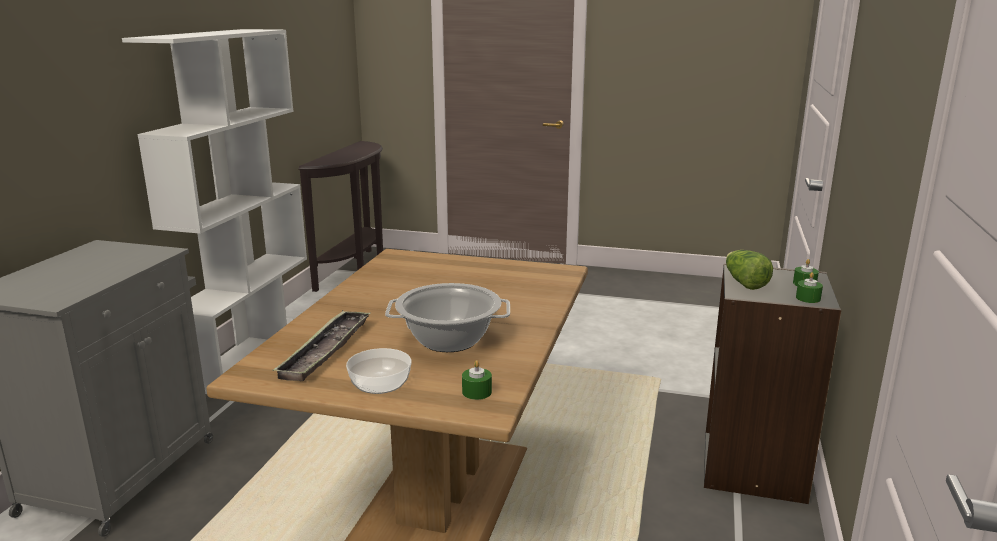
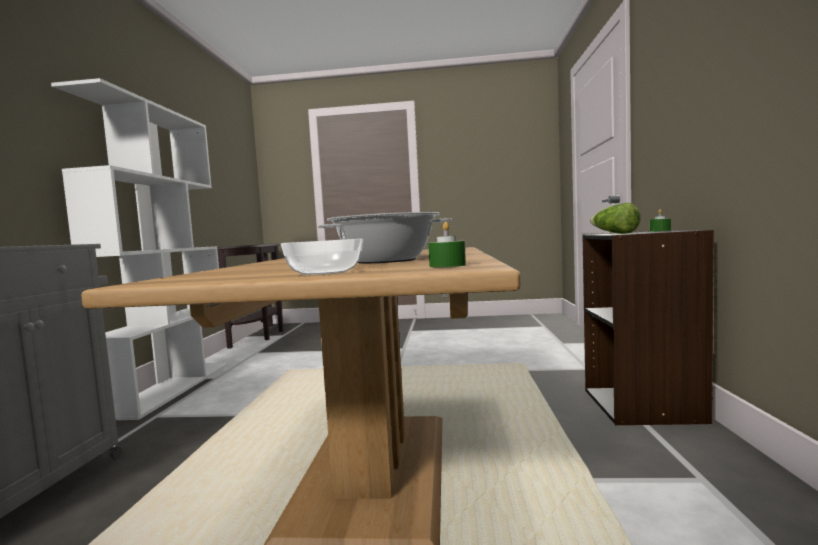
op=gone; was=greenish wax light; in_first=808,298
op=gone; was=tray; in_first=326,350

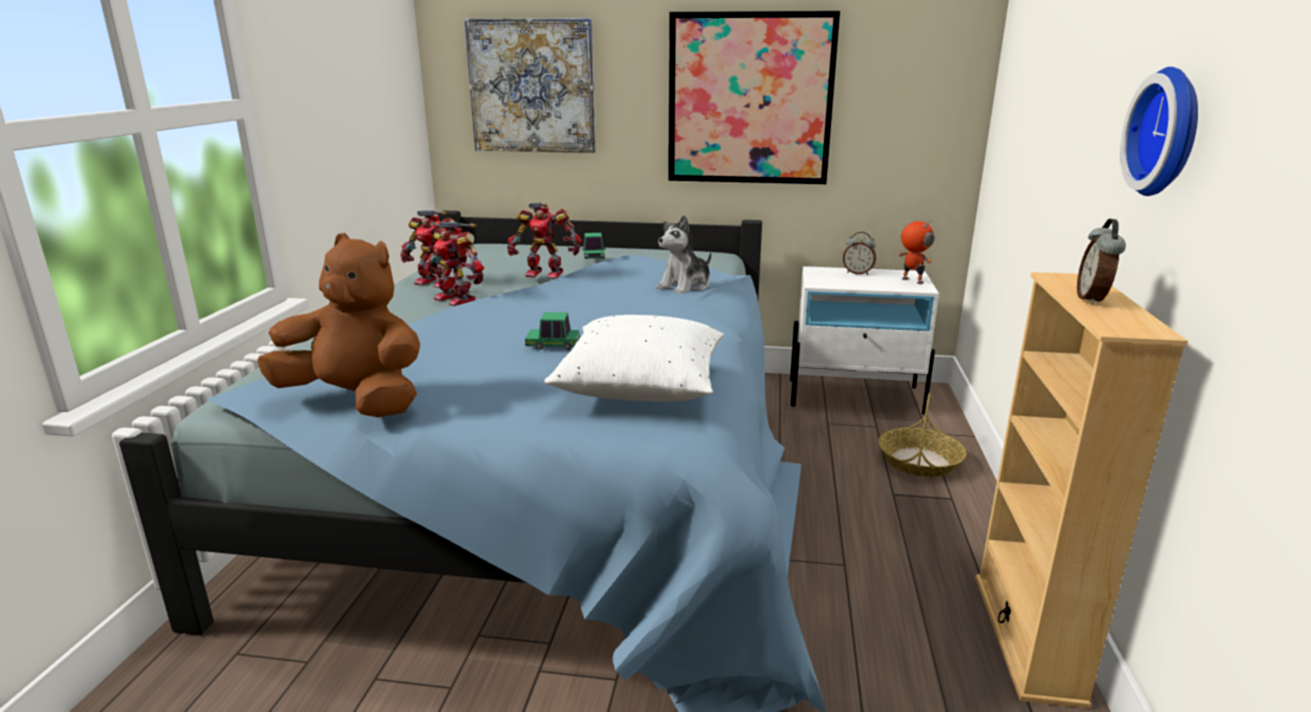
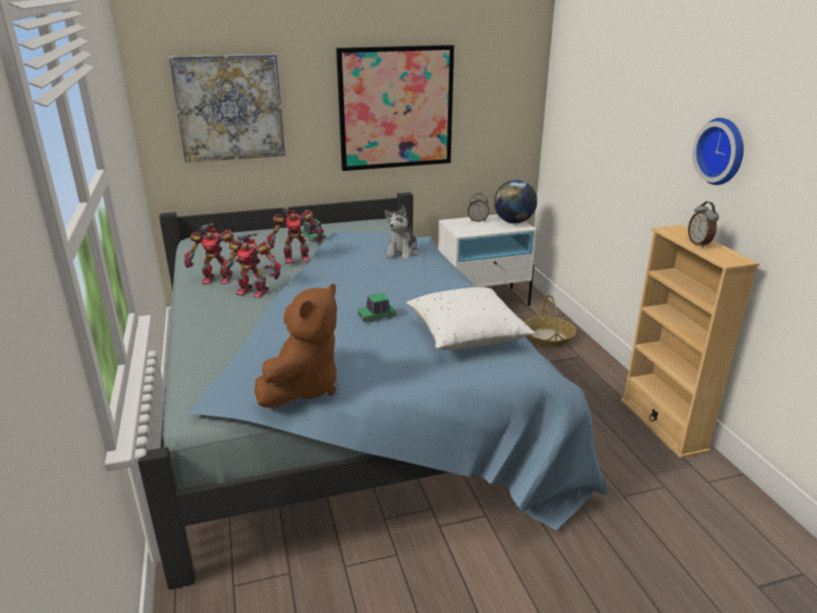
op=swapped; was=toy robot; now=world globe; in_first=911,281; in_second=513,222
op=rotated; was=brown-coloured cuddly toy; in_first=356,401; in_second=303,387; clockwise=120

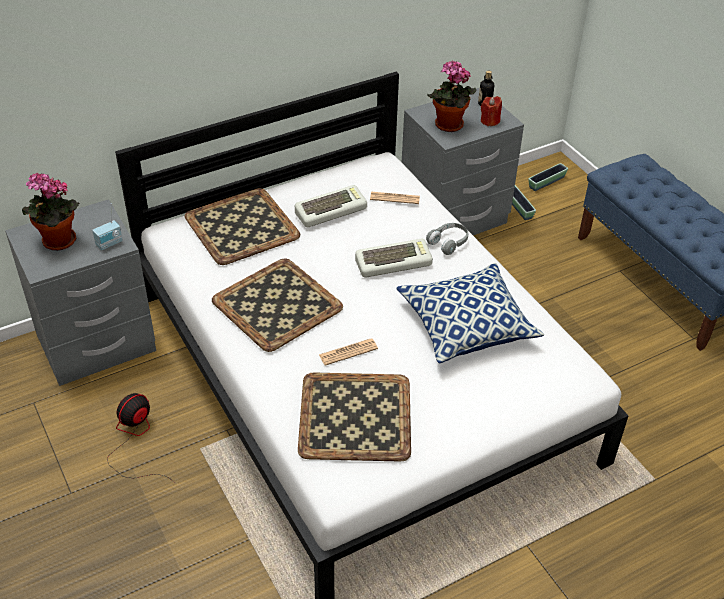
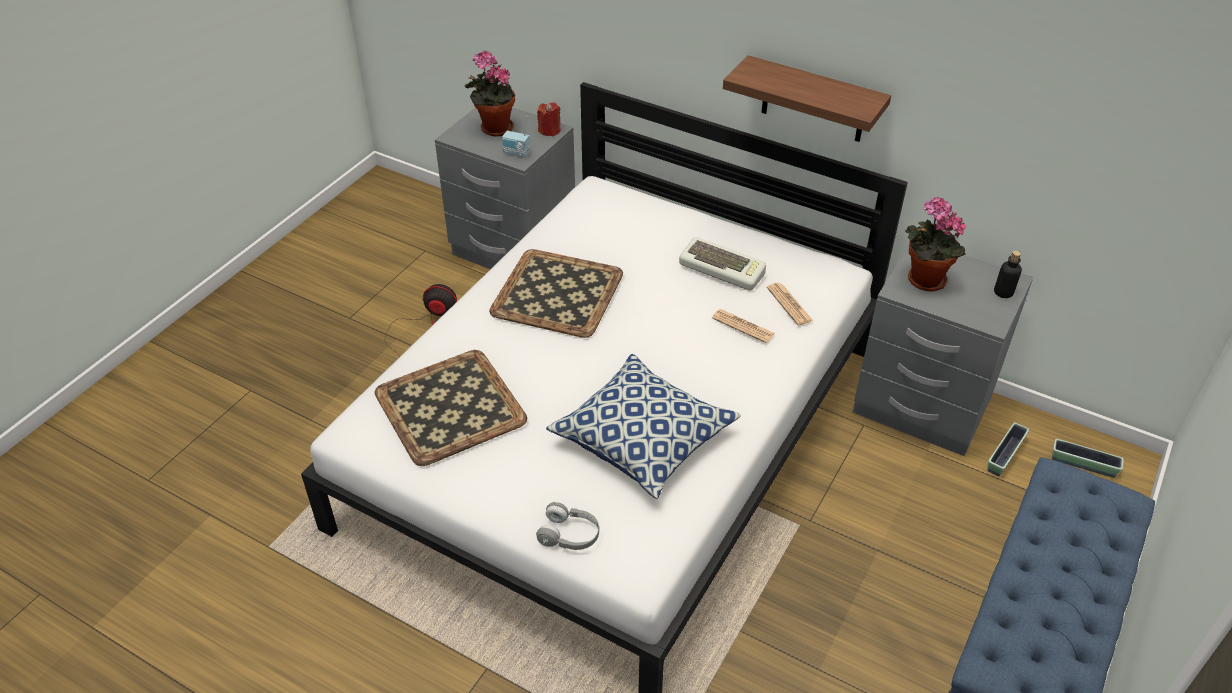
op=shifted; was=red wax light; in_first=490,121; in_second=549,130
op=gone; was=tray; in_first=240,226
op=shifted; was=gray pair of headphones; in_first=448,243; in_second=569,535
op=gone; was=PC keyboard; in_first=393,262
op=shifted; was=newspaper; in_first=348,352; in_second=743,326
op=new; now=bracket shelf; in_second=813,100

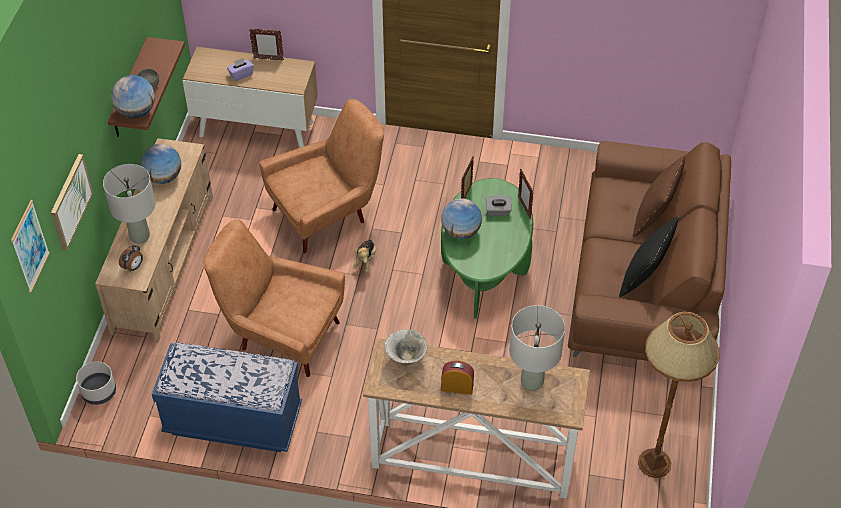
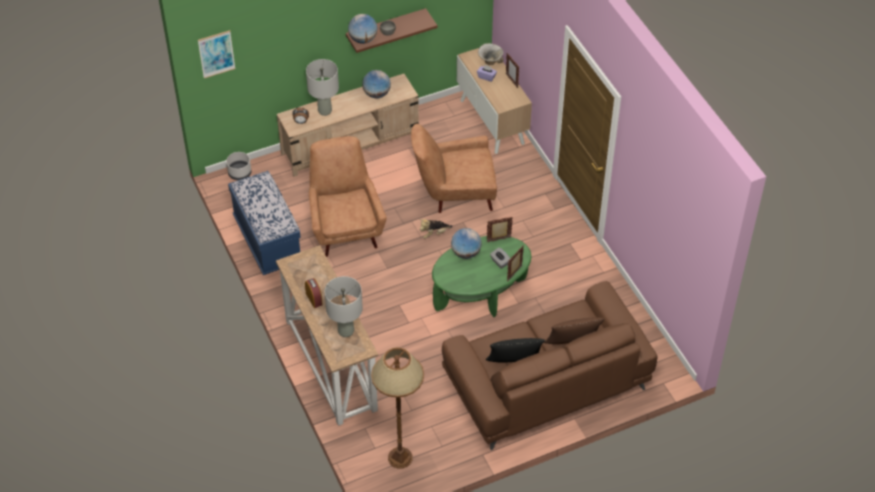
op=rotated; was=brown-coloured armchair; in_first=327,213; in_second=455,194; clockwise=150
op=gone; was=wall picture; in_first=70,202
op=shifted; was=deep dish; in_first=406,358; in_second=490,61

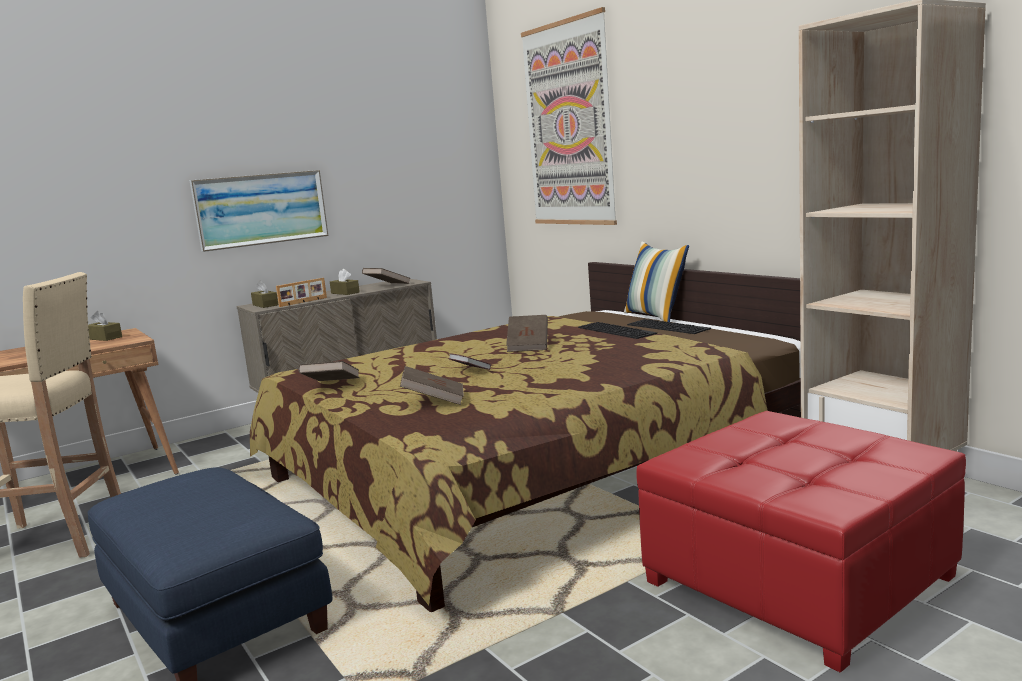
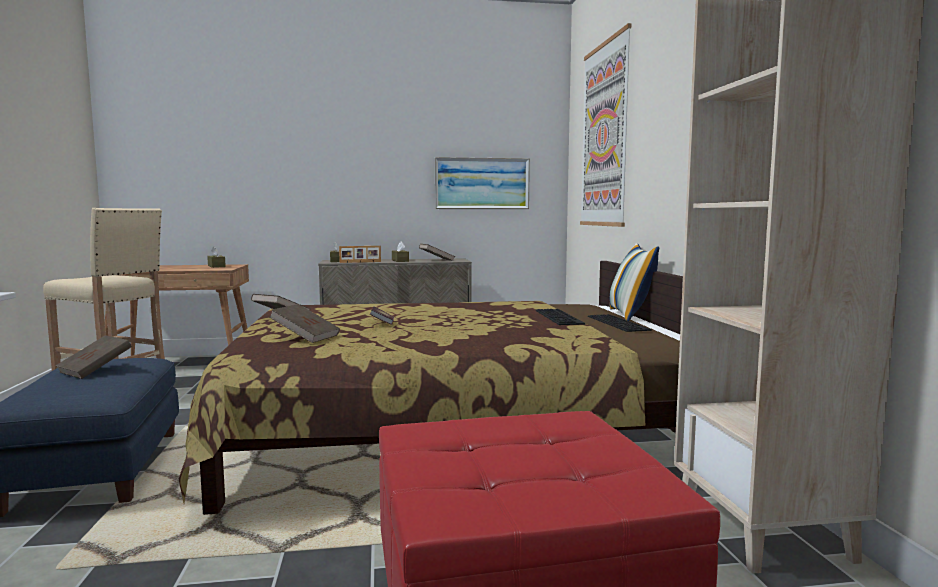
op=shifted; was=wall picture; in_first=261,209; in_second=482,183
op=shifted; was=brown-coloured bound book; in_first=528,346; in_second=95,370

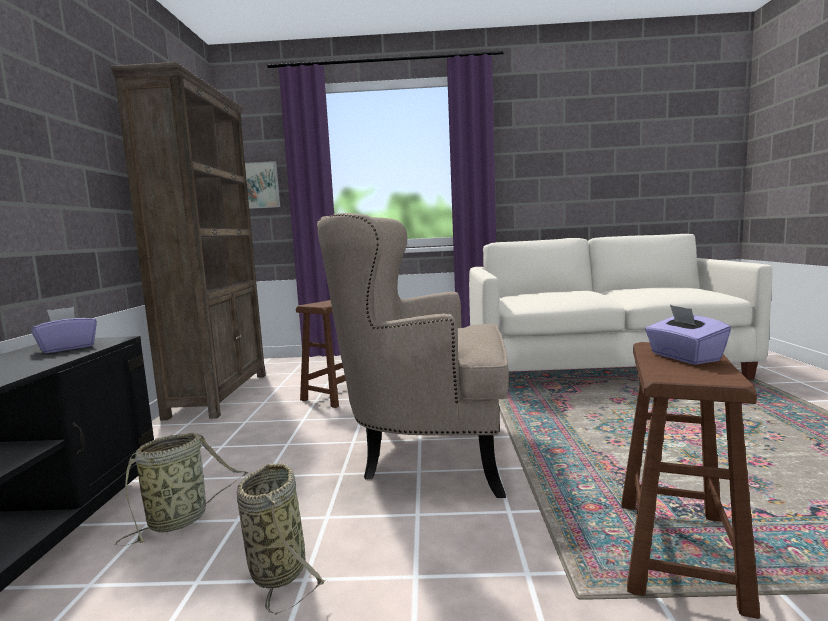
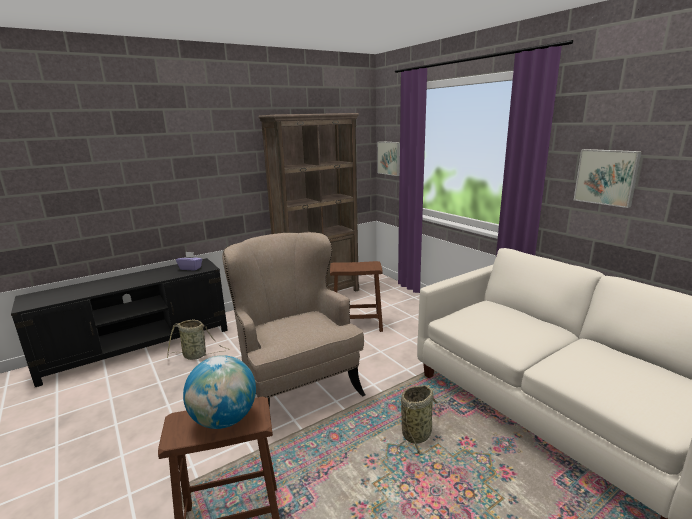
op=swapped; was=purple-coloured tissue holder; now=world globe; in_first=684,357; in_second=224,420
op=shifted; was=basket; in_first=278,568; in_second=417,433
op=new; now=wall picture; in_second=607,177

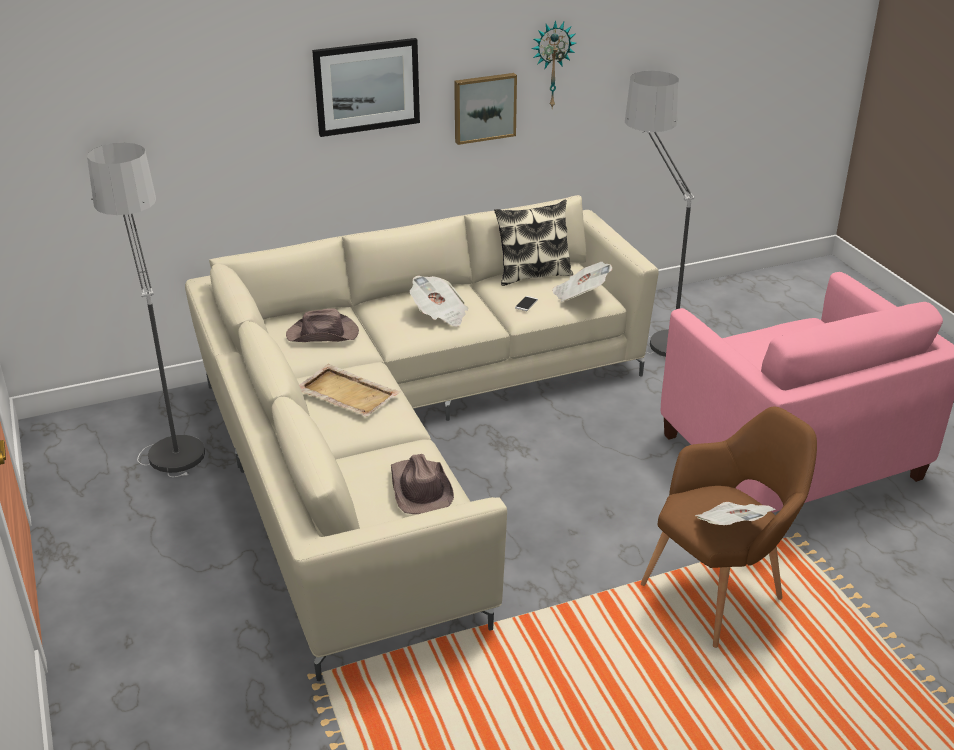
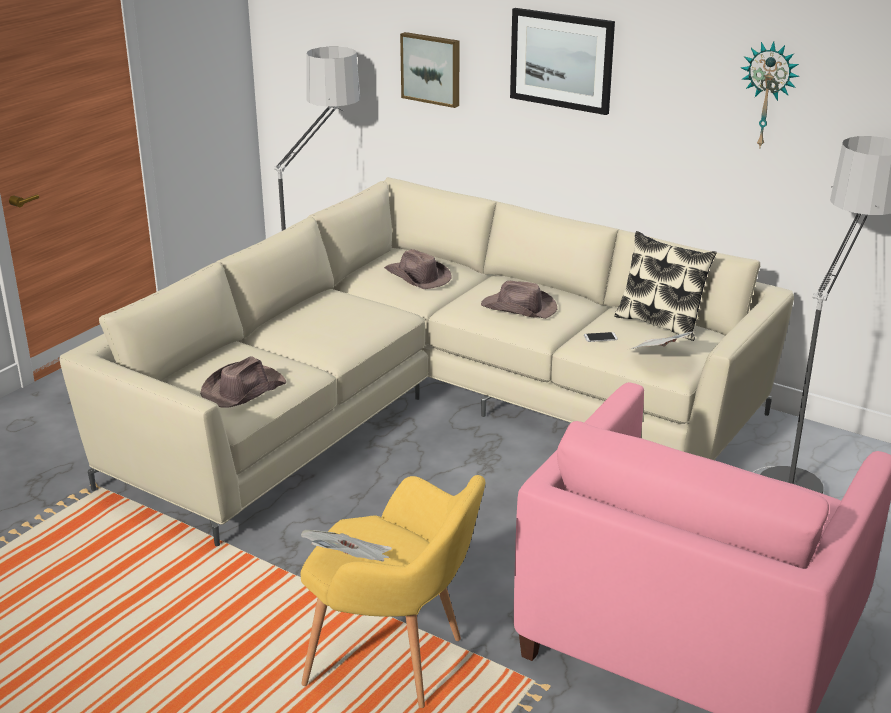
op=shifted; was=wall picture; in_first=484,107; in_second=432,69
op=swapped; was=newspaper; now=brown-coloured wearable hat; in_first=440,314; in_second=519,308
op=gone; was=beige tray; in_first=346,393
op=repainted; was=brown-coloured armchair; now=yellow-coloured armchair; in_first=721,591; in_second=395,662

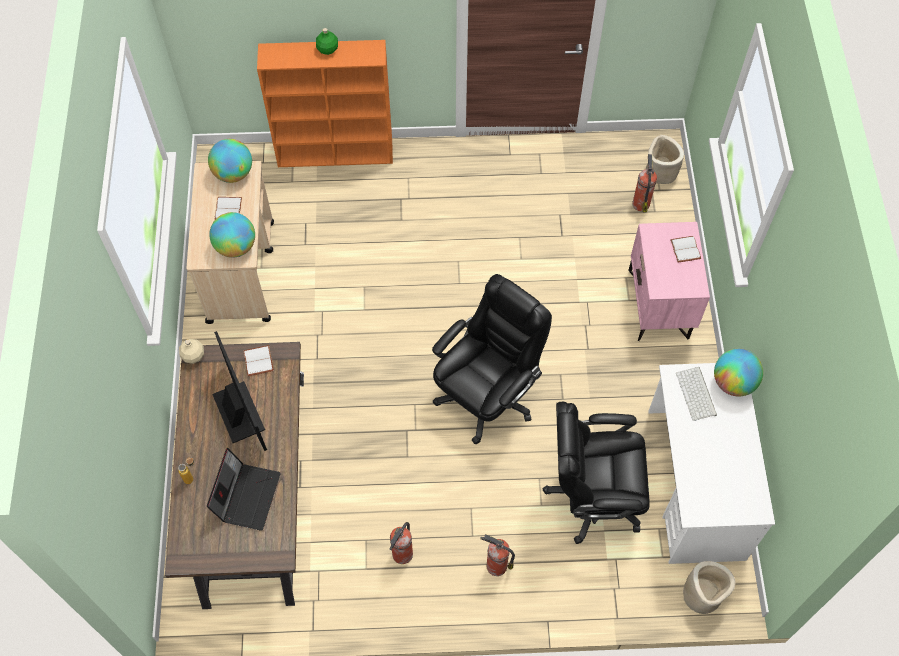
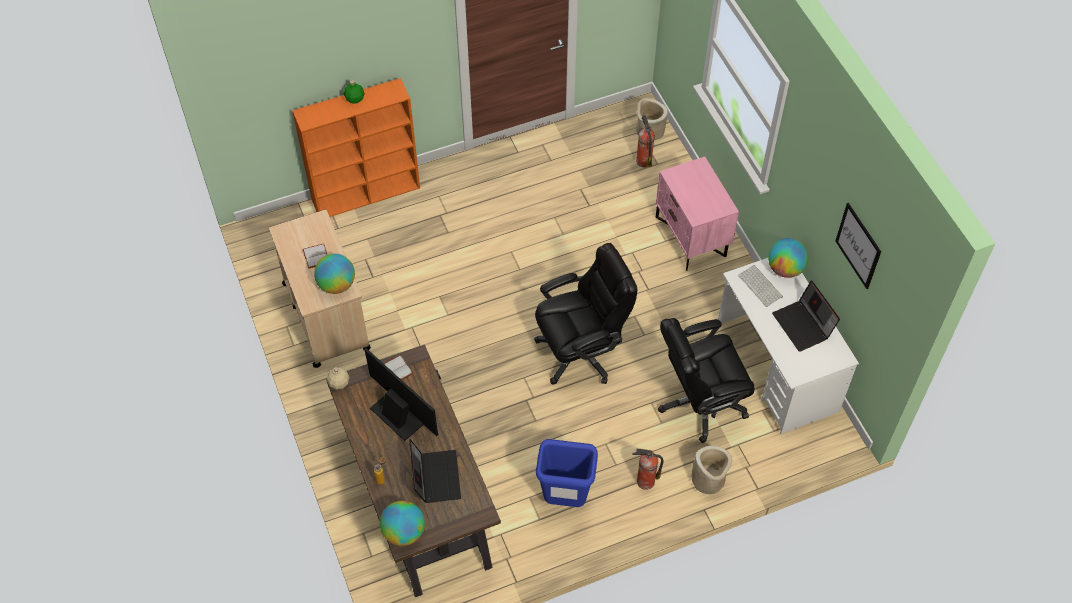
op=shifted; was=world globe; in_first=233,173; in_second=404,532
op=gone; was=white bound book; in_first=686,250
op=rotated; was=black desk chair; in_first=487,395; in_second=581,351; clockwise=45
op=swapped; was=fire extinguisher; now=bluish trash can; in_first=402,555; in_second=564,499
op=shifted; was=beige flower pot; in_first=703,595; in_second=709,479
op=new; now=wall picture; in_second=858,245
op=new; now=portable computer; in_second=803,325

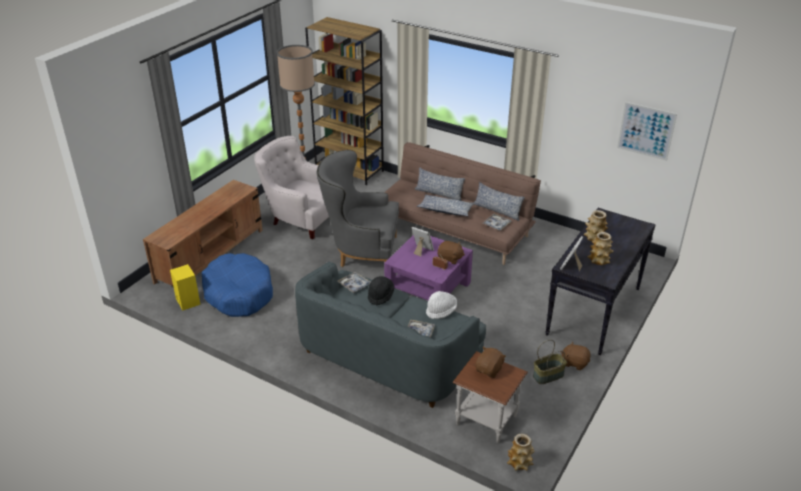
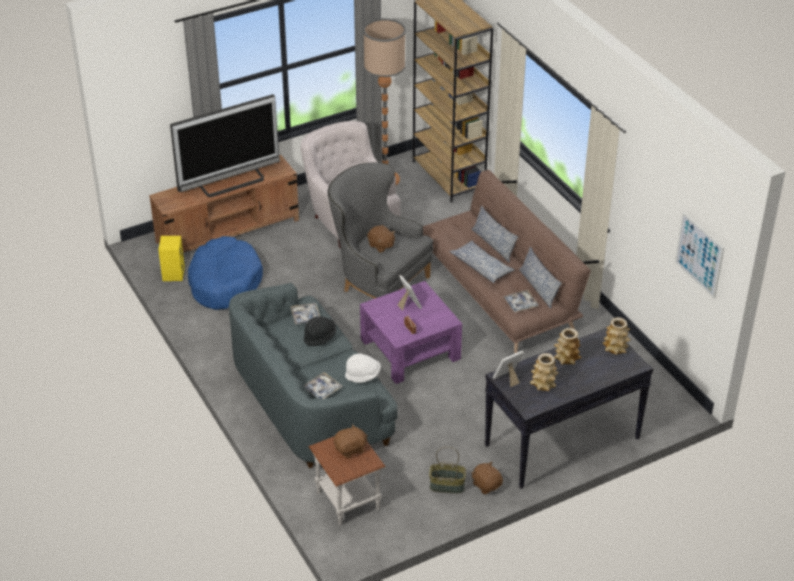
op=shifted; was=brown-coloured cuddly toy; in_first=450,259; in_second=381,245
op=shifted; was=vase; in_first=519,463; in_second=615,348
op=new; now=TV; in_second=231,182

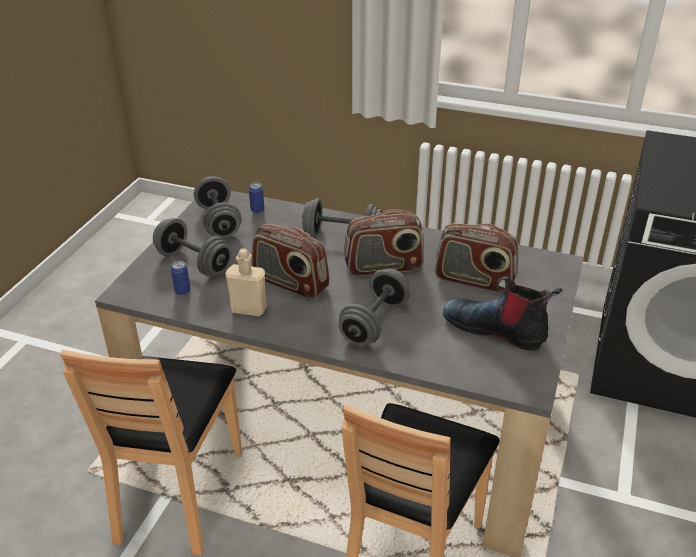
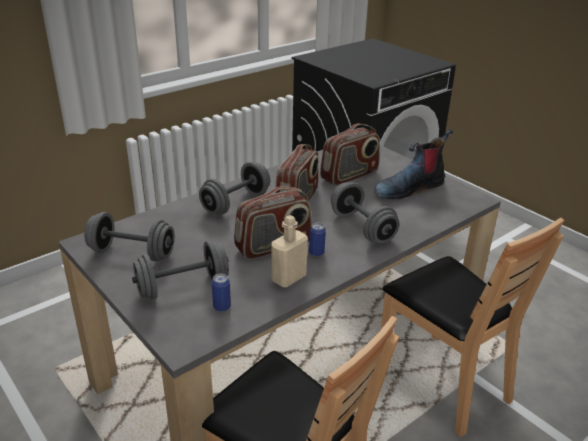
op=shifted; was=metal can; in_first=257,210; in_second=316,253

